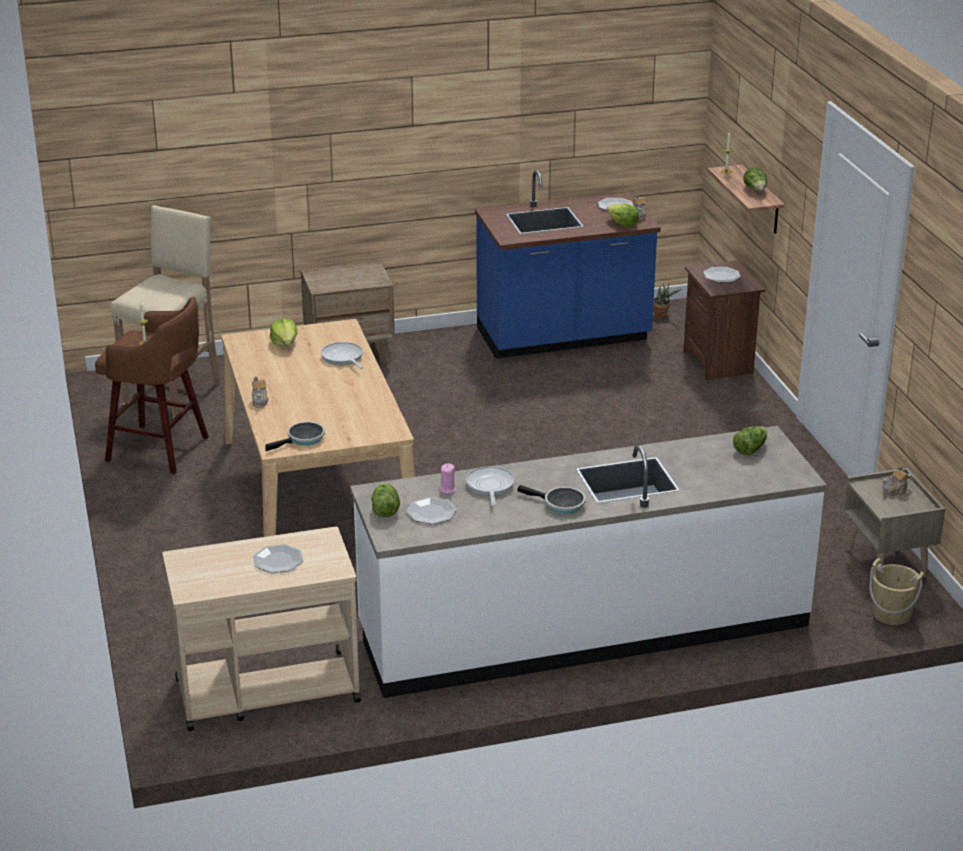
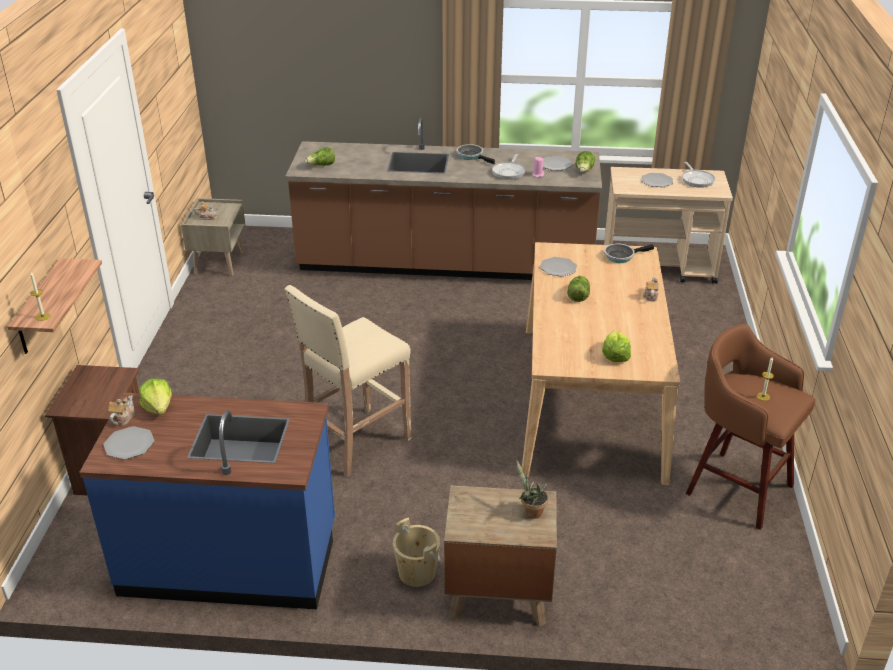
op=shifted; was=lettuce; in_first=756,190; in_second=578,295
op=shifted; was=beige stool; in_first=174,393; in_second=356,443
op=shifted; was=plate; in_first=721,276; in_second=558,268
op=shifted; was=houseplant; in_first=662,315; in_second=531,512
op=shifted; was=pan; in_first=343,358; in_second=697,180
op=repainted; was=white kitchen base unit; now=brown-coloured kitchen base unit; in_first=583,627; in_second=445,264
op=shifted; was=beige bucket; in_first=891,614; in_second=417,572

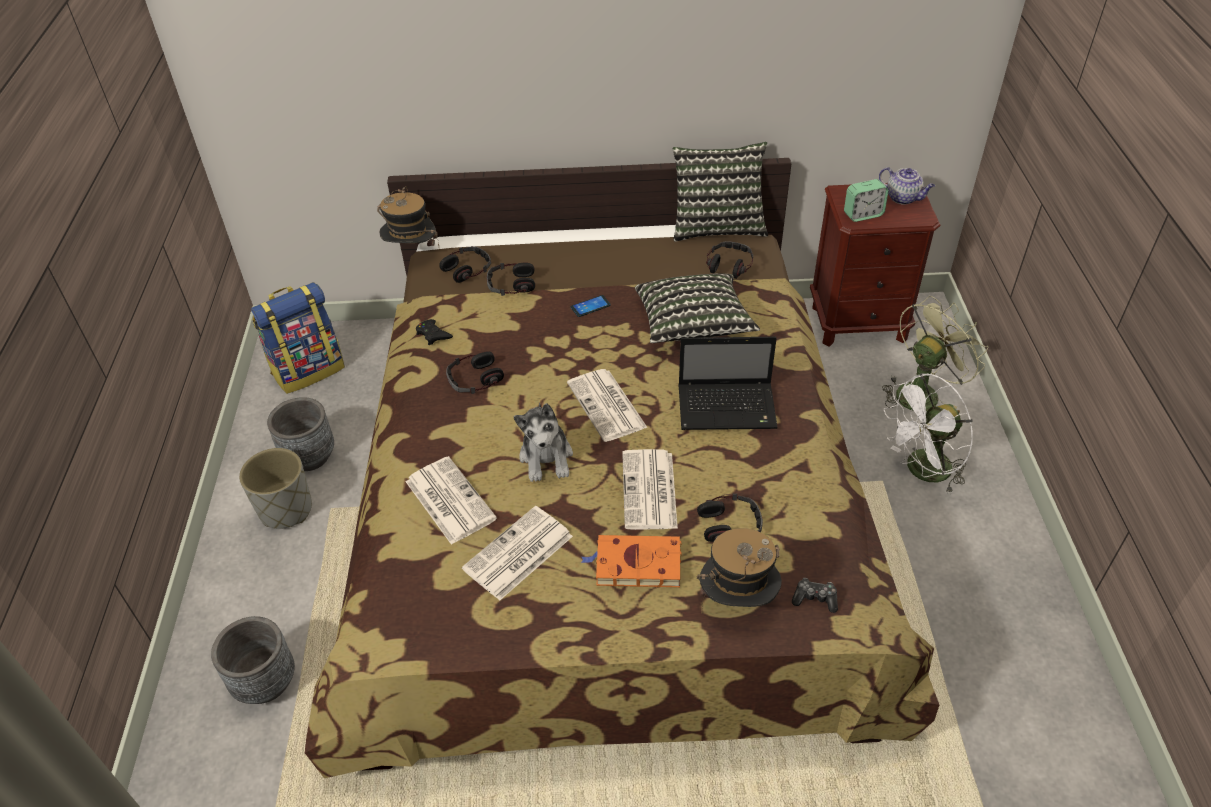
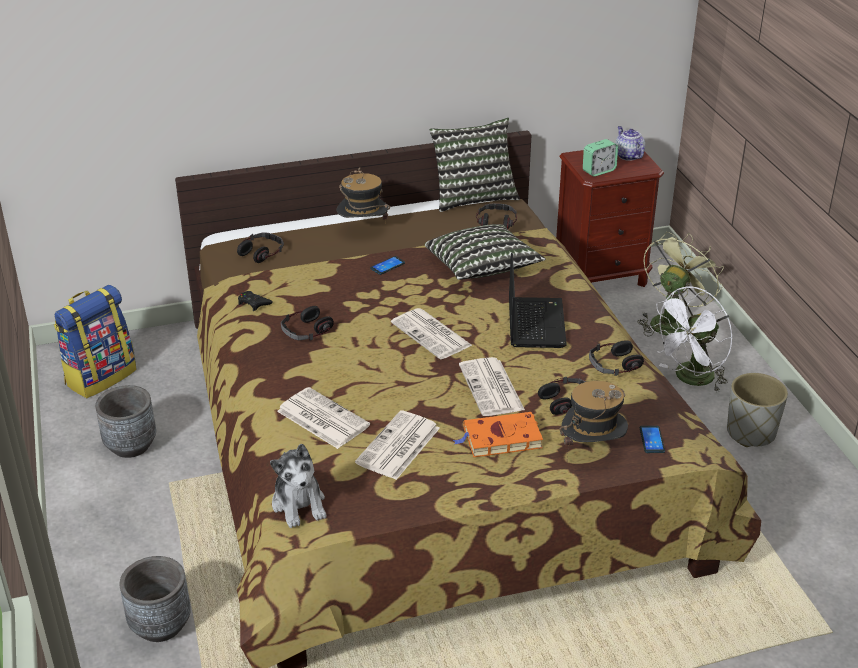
op=rotated; was=pot for tea; in_first=903,198; in_second=628,155; clockwise=-135
op=shifted; was=wearable hat; in_first=412,254; in_second=363,230
op=shifted; was=pair of headphones; in_first=511,285; in_second=614,365
op=rotated; was=portable computer; in_first=728,407; in_second=535,322; clockwise=-75
op=shifted; was=cuddly toy; in_first=546,457; in_second=299,504
op=shifted; was=gray flower pot; in_first=286,509; in_second=751,432
op=swapped; was=game controller; now=handset; in_first=815,598; in_second=652,440

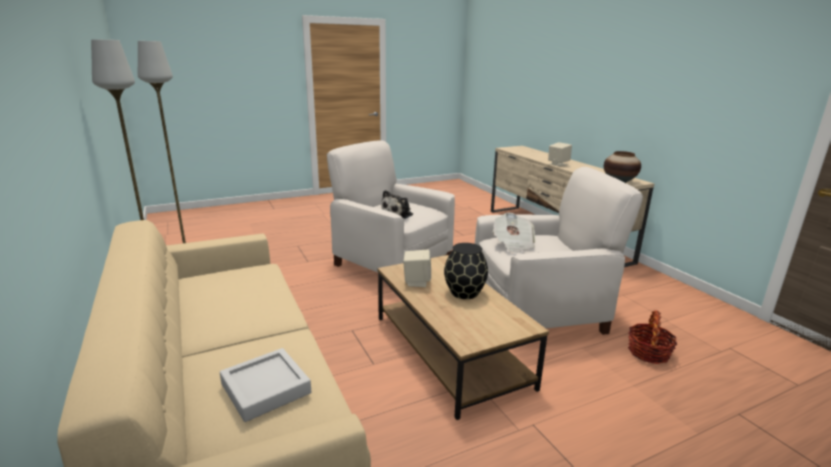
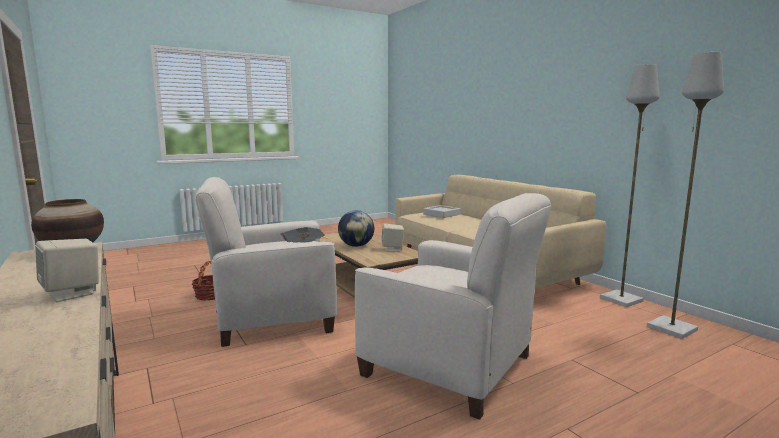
op=gone; was=cuddly toy; in_first=398,214
op=swapped; was=black vase; now=world globe; in_first=464,293; in_second=356,246

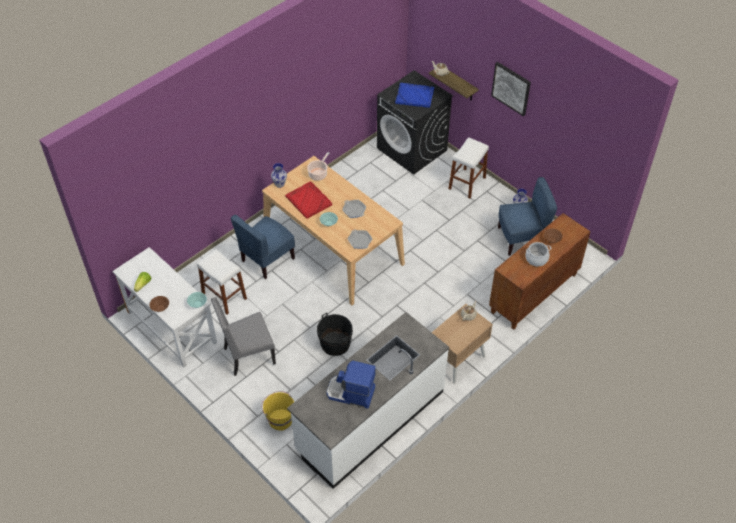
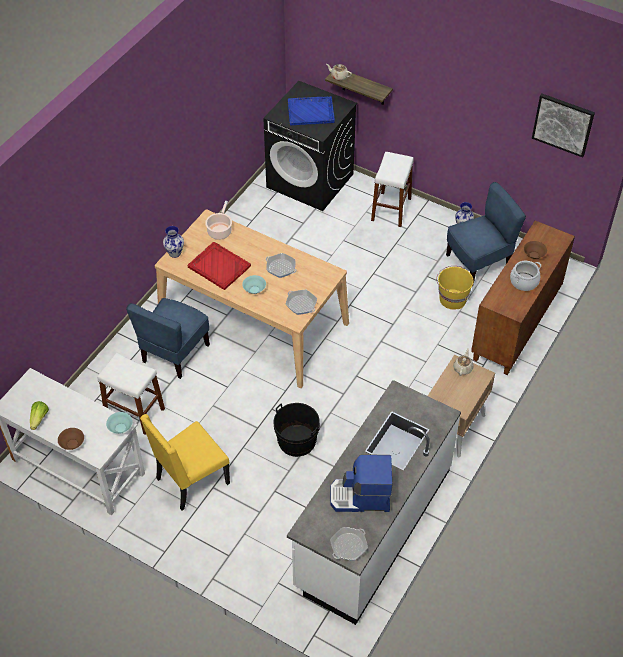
op=shifted; was=wall picture; in_first=511,88; in_second=563,124
op=repainted; was=gray upright chair; now=yellow-coloured upright chair; in_first=248,356; in_second=191,481
op=shifted; was=yellow-coloured bucket; in_first=280,419; in_second=452,299
op=new; now=pan; in_second=348,546

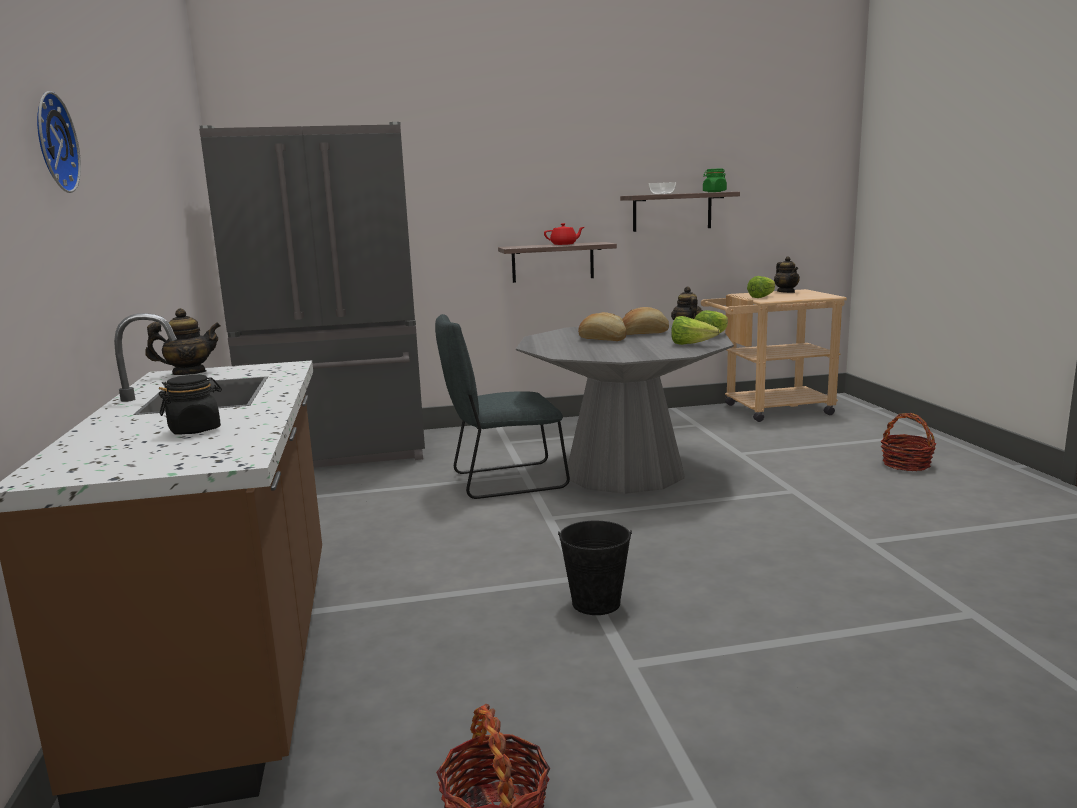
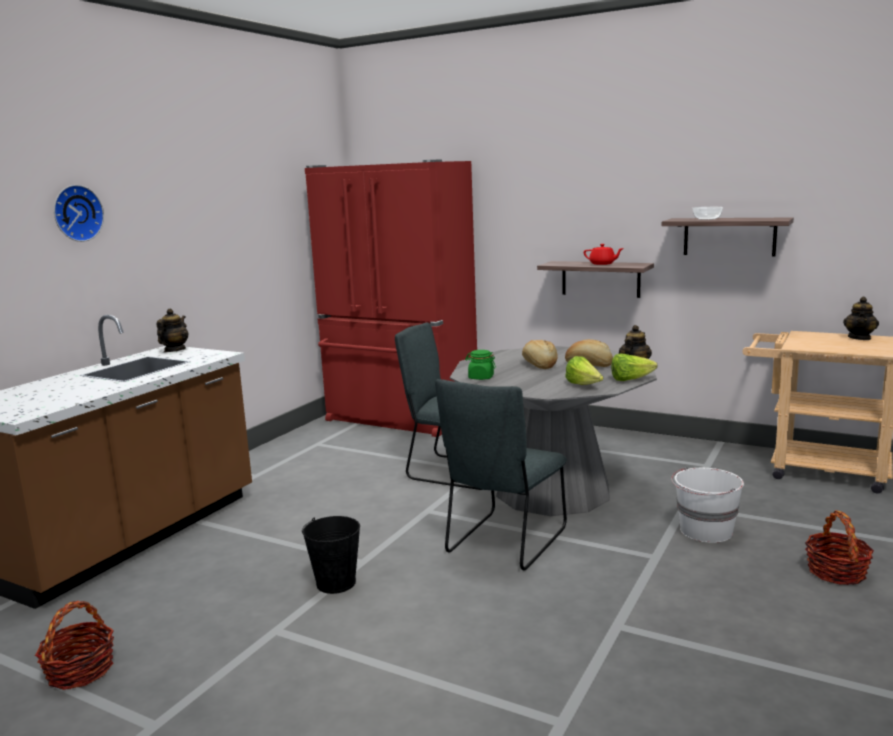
op=repainted; was=gray refrigerator; now=red refrigerator; in_first=340,453; in_second=400,418
op=shifted; was=greenish jar; in_first=714,192; in_second=481,377
op=gone; was=lettuce; in_first=762,297
op=rotated; was=pot for tea; in_first=189,373; in_second=174,350; clockwise=-90
op=gone; was=black jar; in_first=195,430
op=new; now=gray upright chair; in_second=504,543
op=new; now=white bucket; in_second=705,531

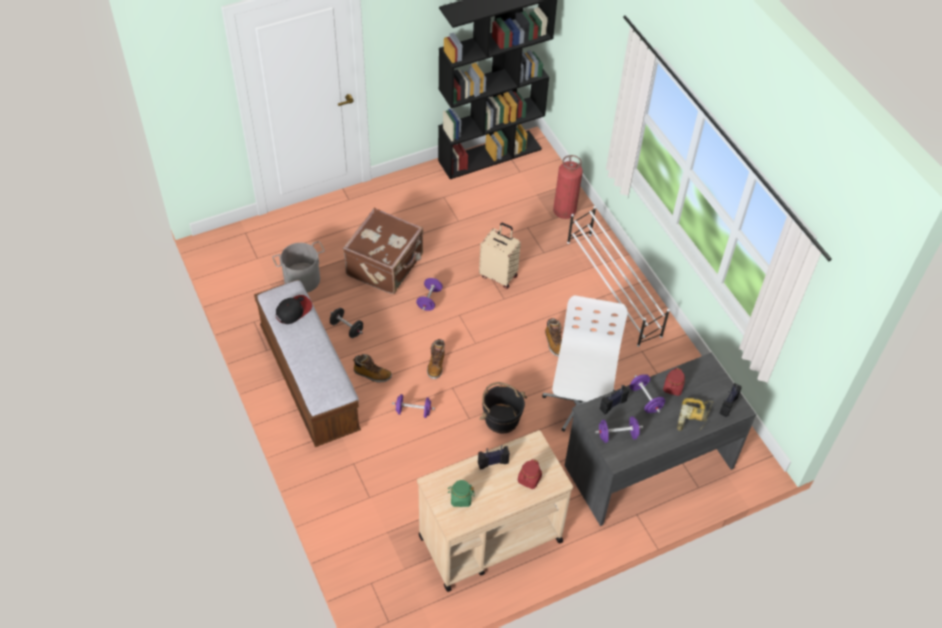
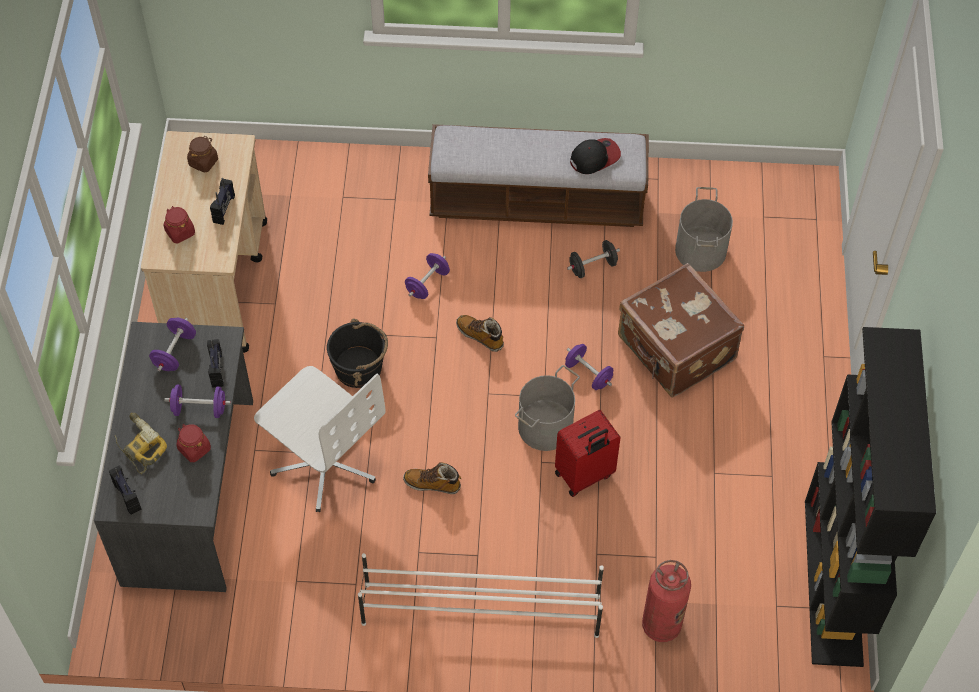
op=repainted; was=beige suitcase; now=red suitcase; in_first=499,275; in_second=584,475
op=rotated; was=cap; in_first=293,310; in_second=595,157; clockwise=-105
op=gone; was=boot; in_first=372,374
op=repainted; was=greenish jar; now=brown-coloured jar; in_first=460,498; in_second=203,162
op=new; now=gray bucket; in_second=546,427

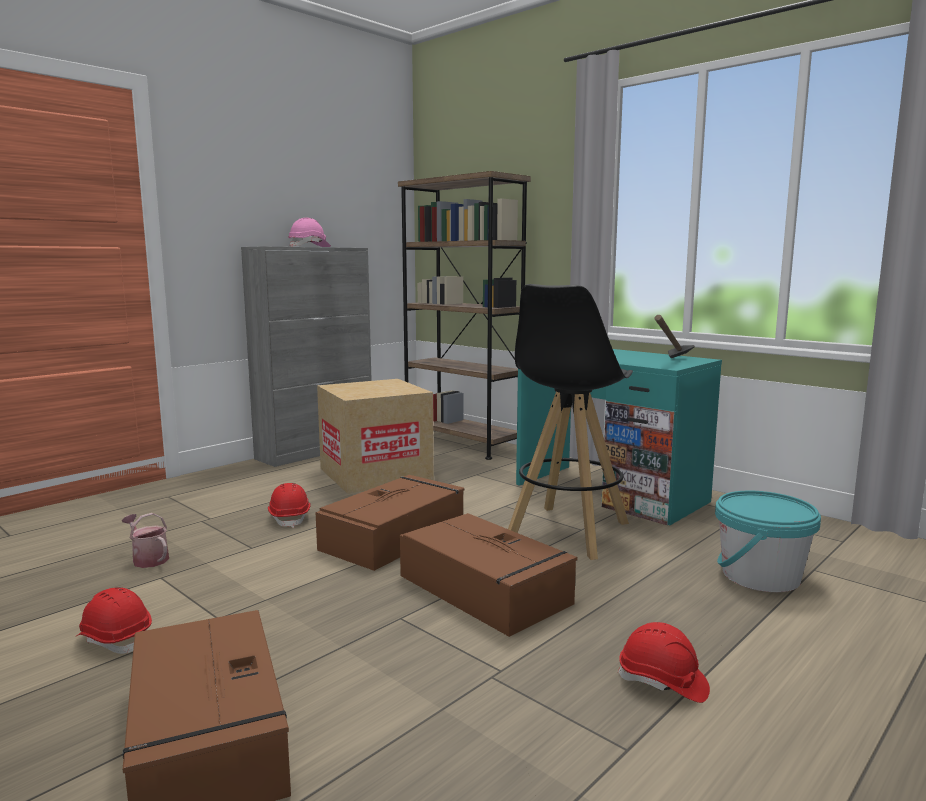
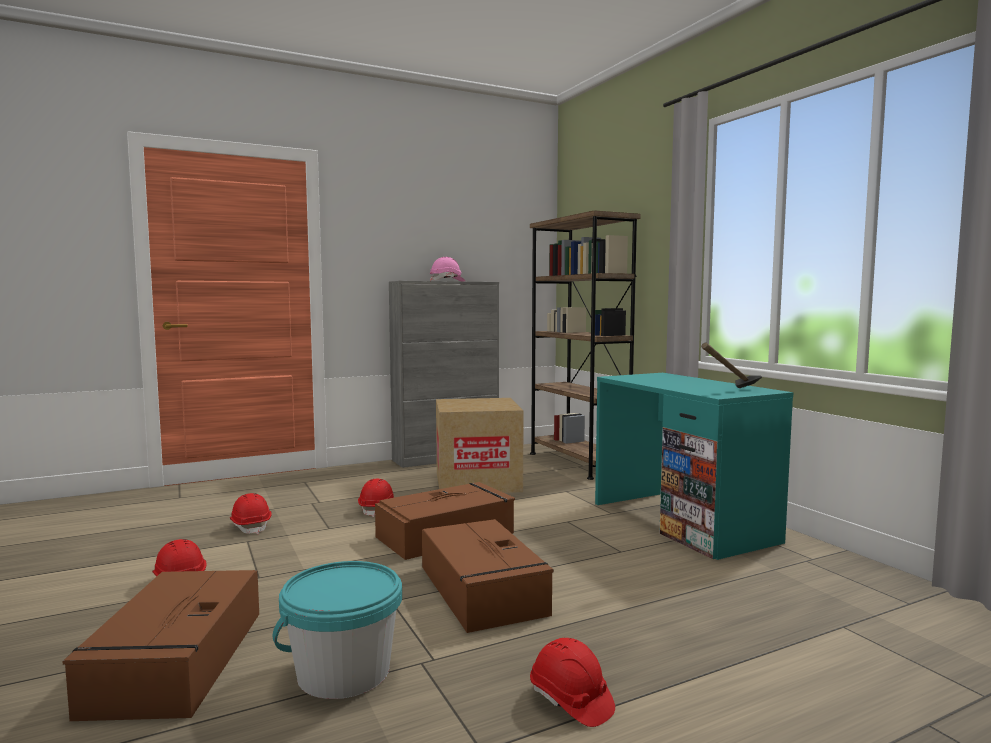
op=gone; was=black stool; in_first=567,532
op=shifted; was=blue-green bucket; in_first=760,576; in_second=343,672
op=swapped; was=sprinkling can; now=red work helmet; in_first=148,559; in_second=251,526

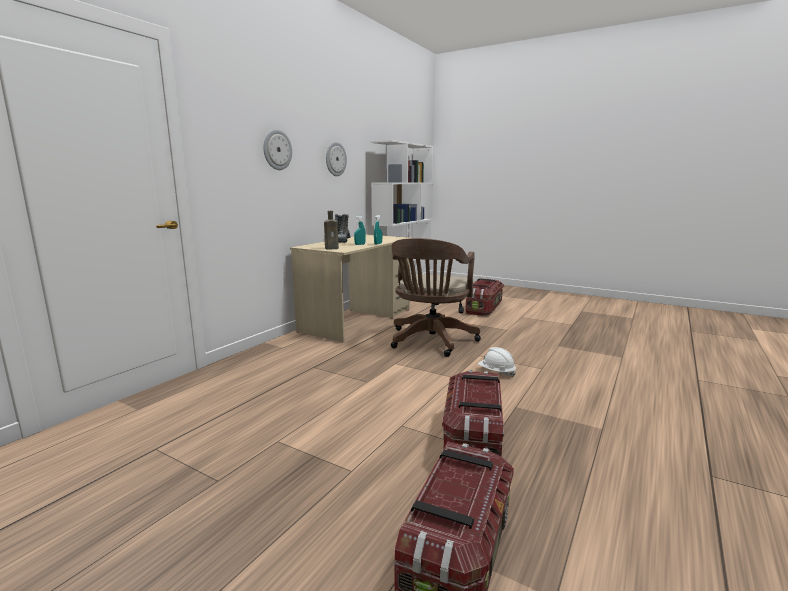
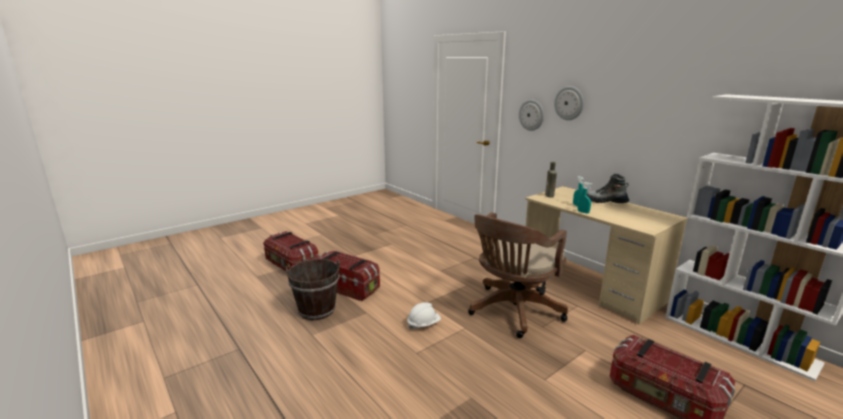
op=shifted; was=clock on the wall; in_first=335,159; in_second=531,115
op=rotated; was=brown-coloured desk chair; in_first=431,341; in_second=513,312; clockwise=-90
op=new; now=brown-coloured bucket; in_second=317,310

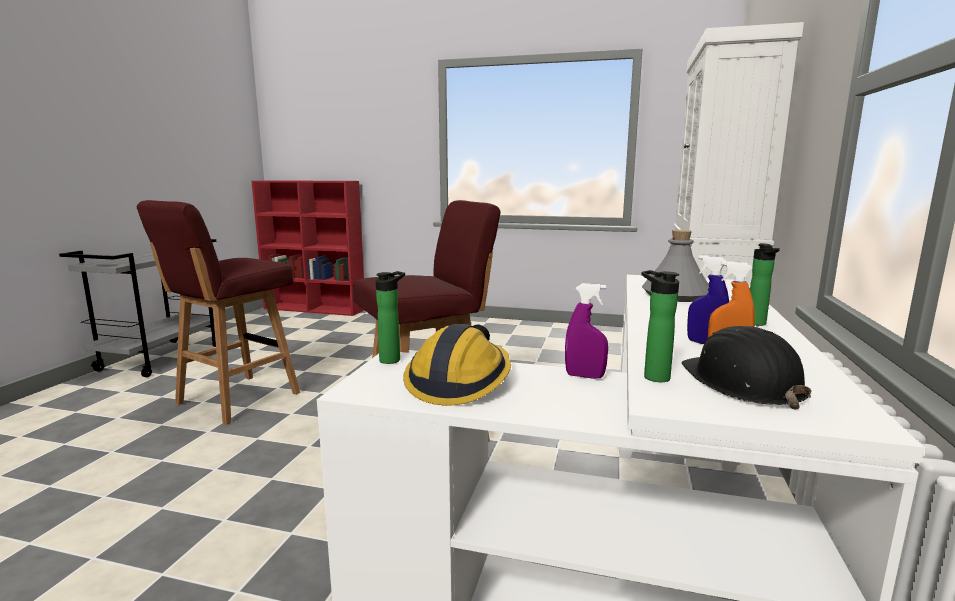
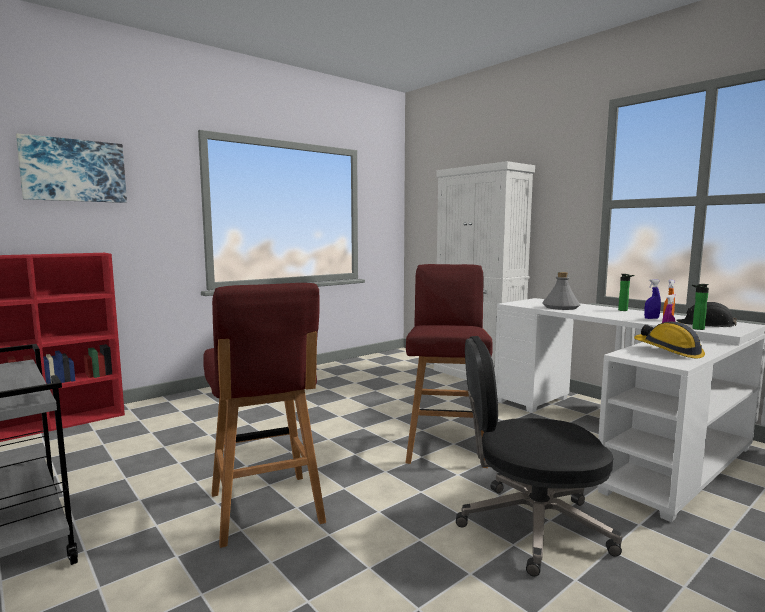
op=gone; was=beverage bottle; in_first=392,359
op=new; now=wall picture; in_second=74,170
op=new; now=black desk chair; in_second=530,526

